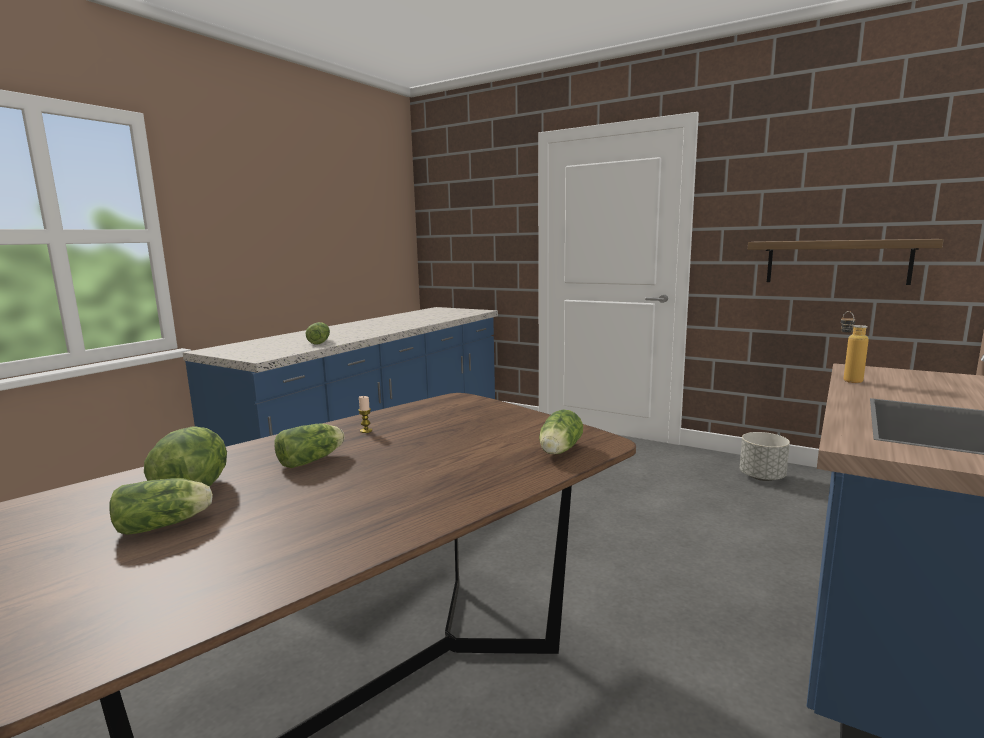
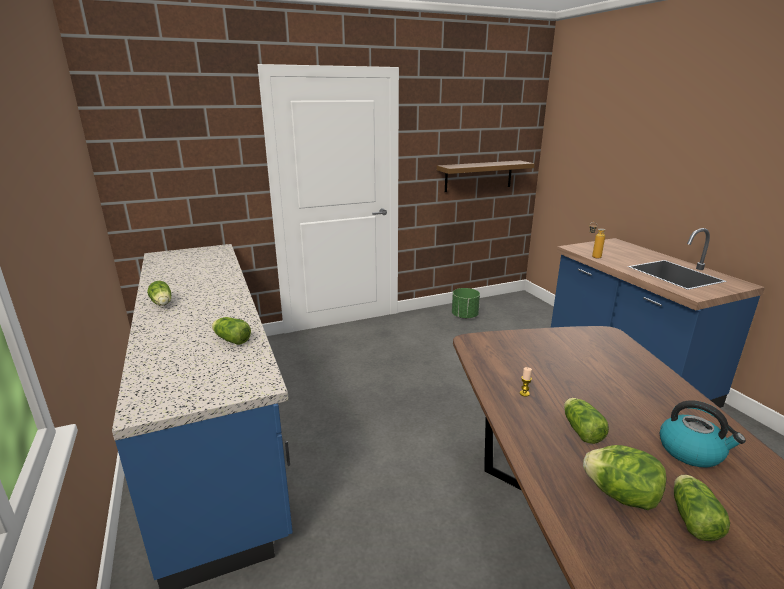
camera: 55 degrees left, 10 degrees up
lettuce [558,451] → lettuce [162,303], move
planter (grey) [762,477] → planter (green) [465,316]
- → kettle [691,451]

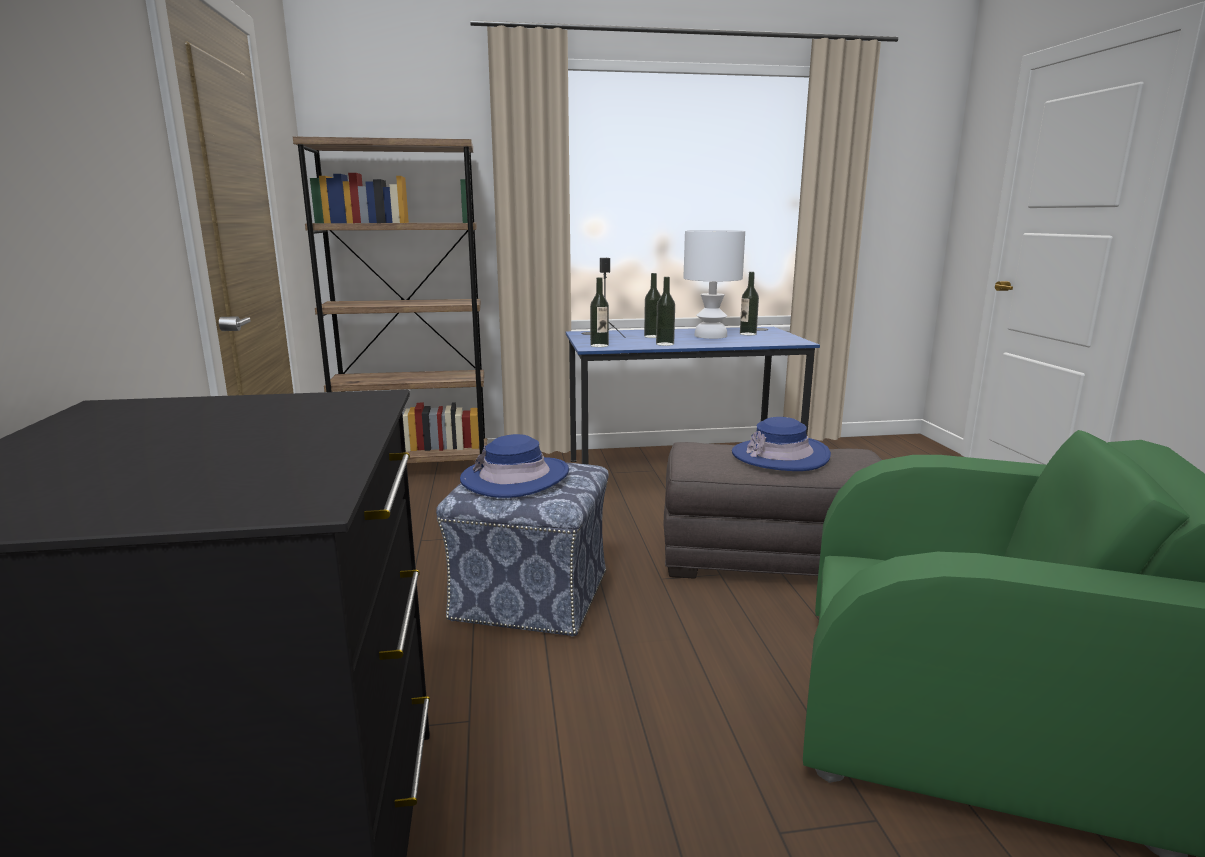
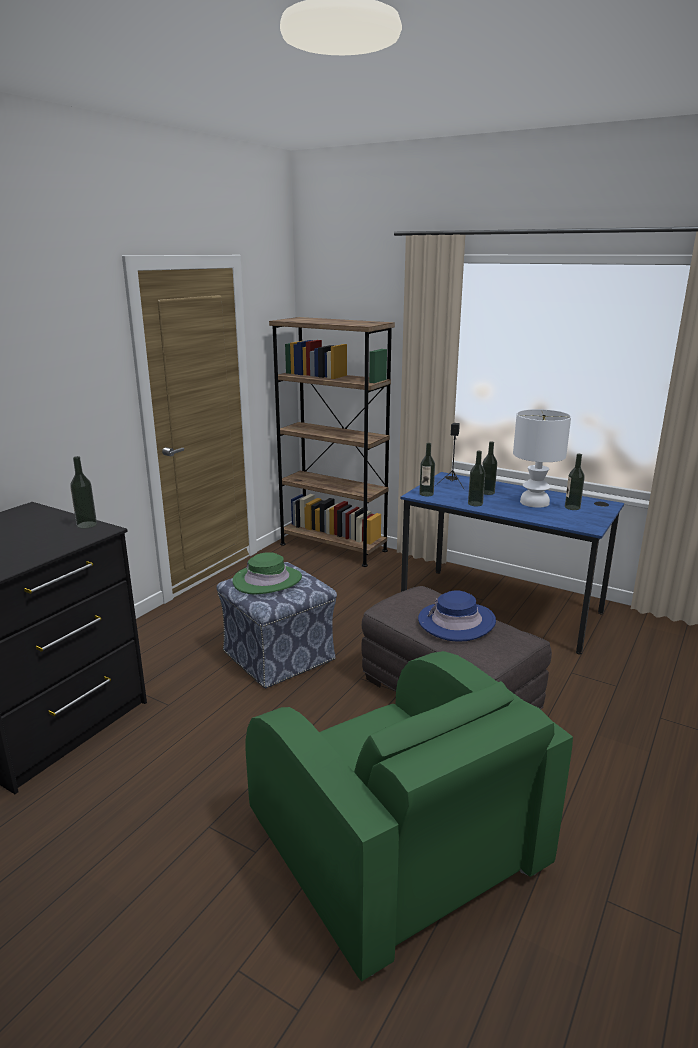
camera: 40 degrees right, 5 degrees up
- → bottle [86,525]
hat (blue) [515,478] → hat (green) [267,580]

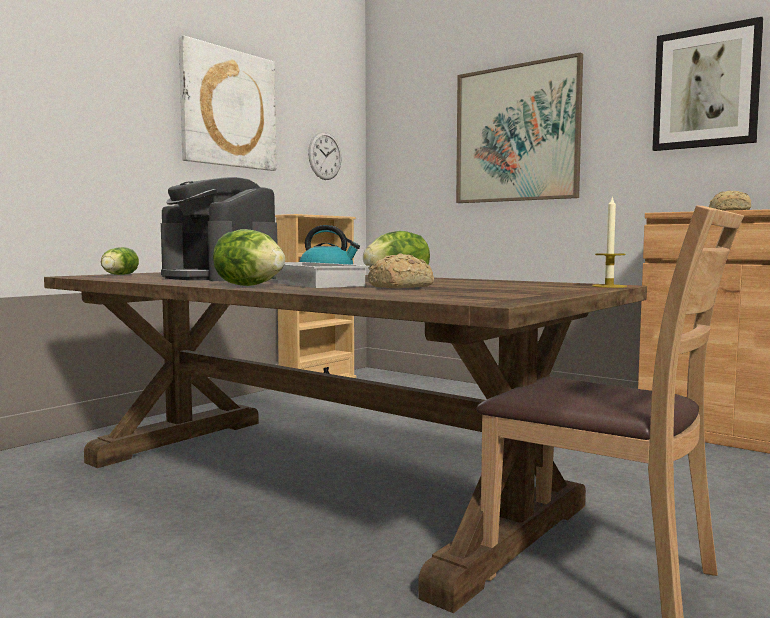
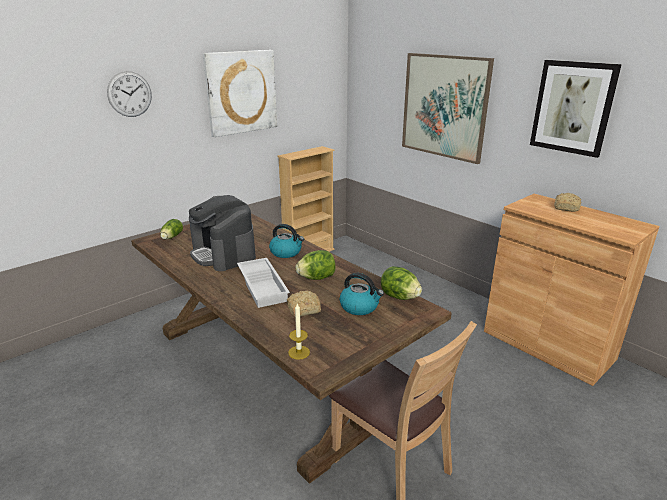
camera: 10 degrees right, 20 degrees up
wall clock [325,156] → wall clock [129,94], move
candle [609,286] → candle [299,352], move
- → kettle [360,307]
lettuce [249,286] → lettuce [399,297], move

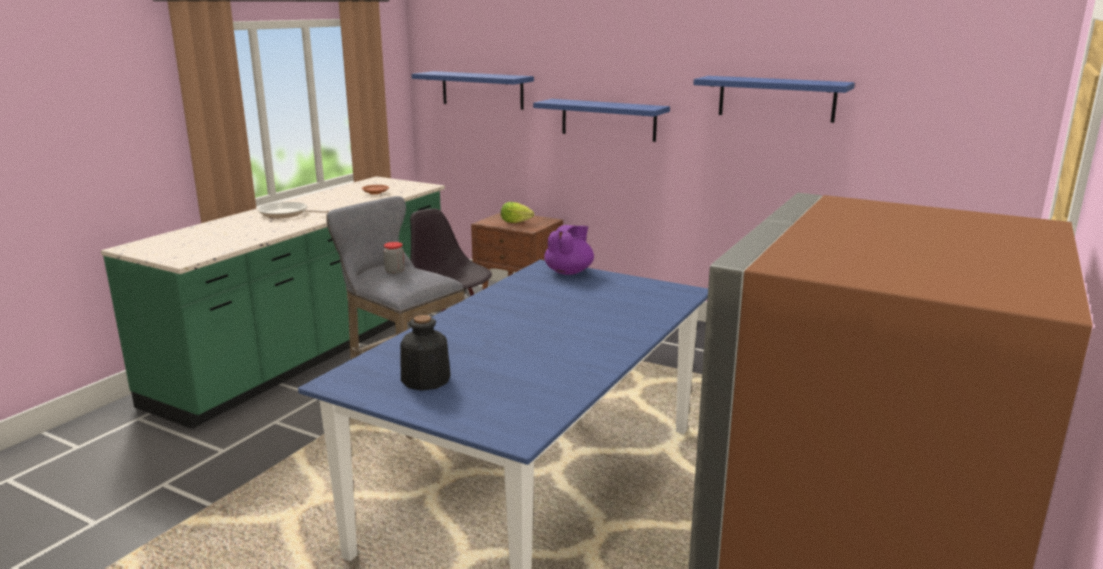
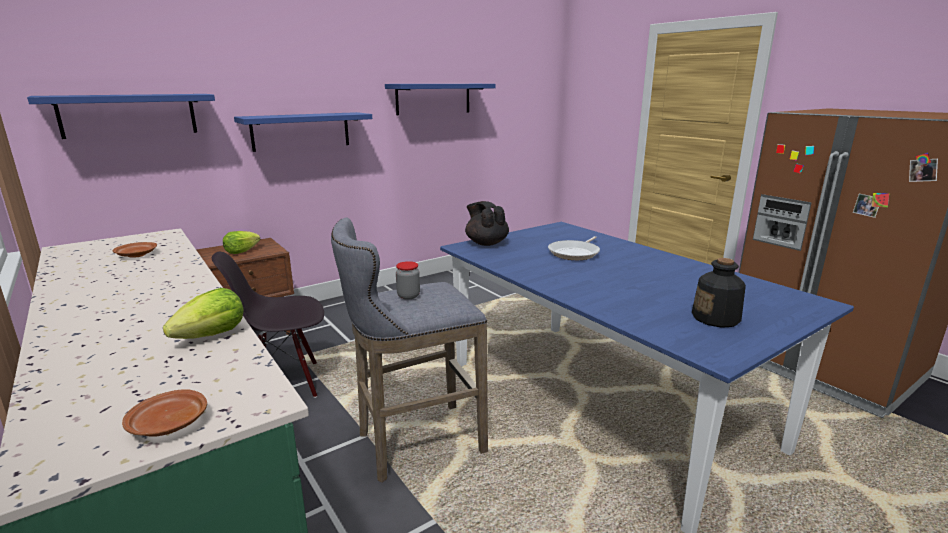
camera: 65 degrees left, 0 degrees up
- → plate (brown) [168,424]
- → lettuce [212,335]
teapot (purple) [569,272] → teapot (black) [486,243]
frying pan [286,214] → frying pan [575,253], move

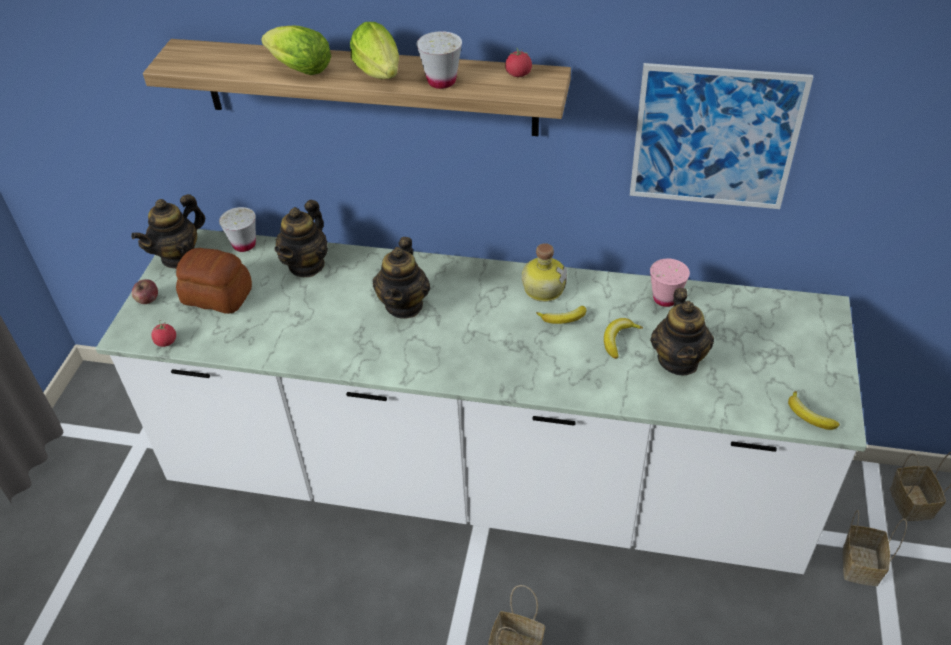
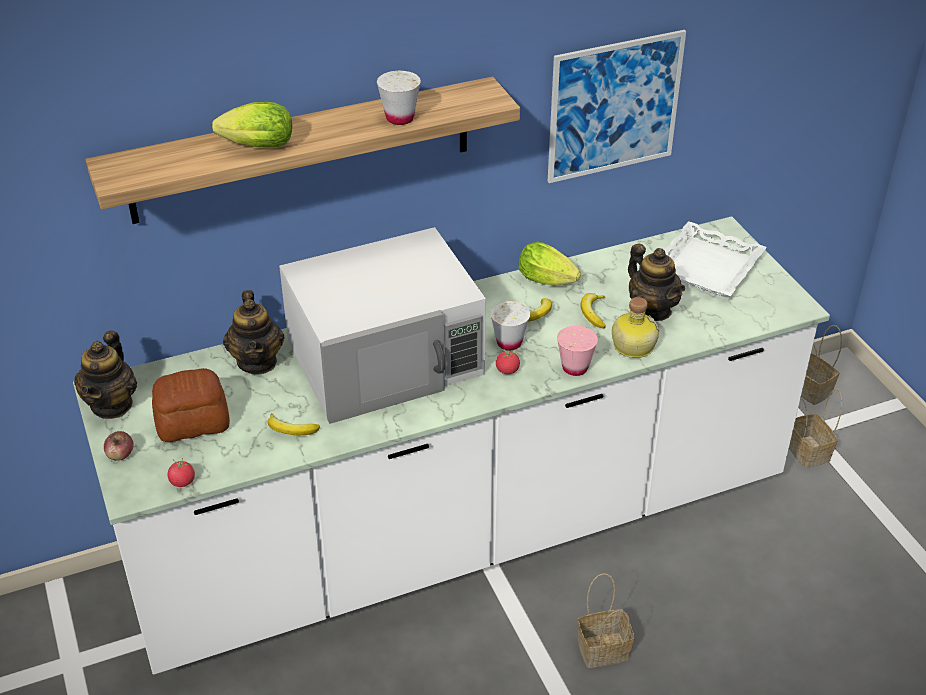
camera: 35 degrees left, 5 degrees down
banana [808,416] → banana [291,430], move
teapot [404,305] → microwave (white) [387,358]
cup (white) [244,245] → cup (white) [509,342], move
tomato [518,74] → tomato [507,370], move
lettuce [380,75] → lettuce [550,282], move
cup (pink) [665,298] → cup (pink) [575,368], move
bottle [543,288] → bottle [632,345], move
- → tray (white) [707,267]

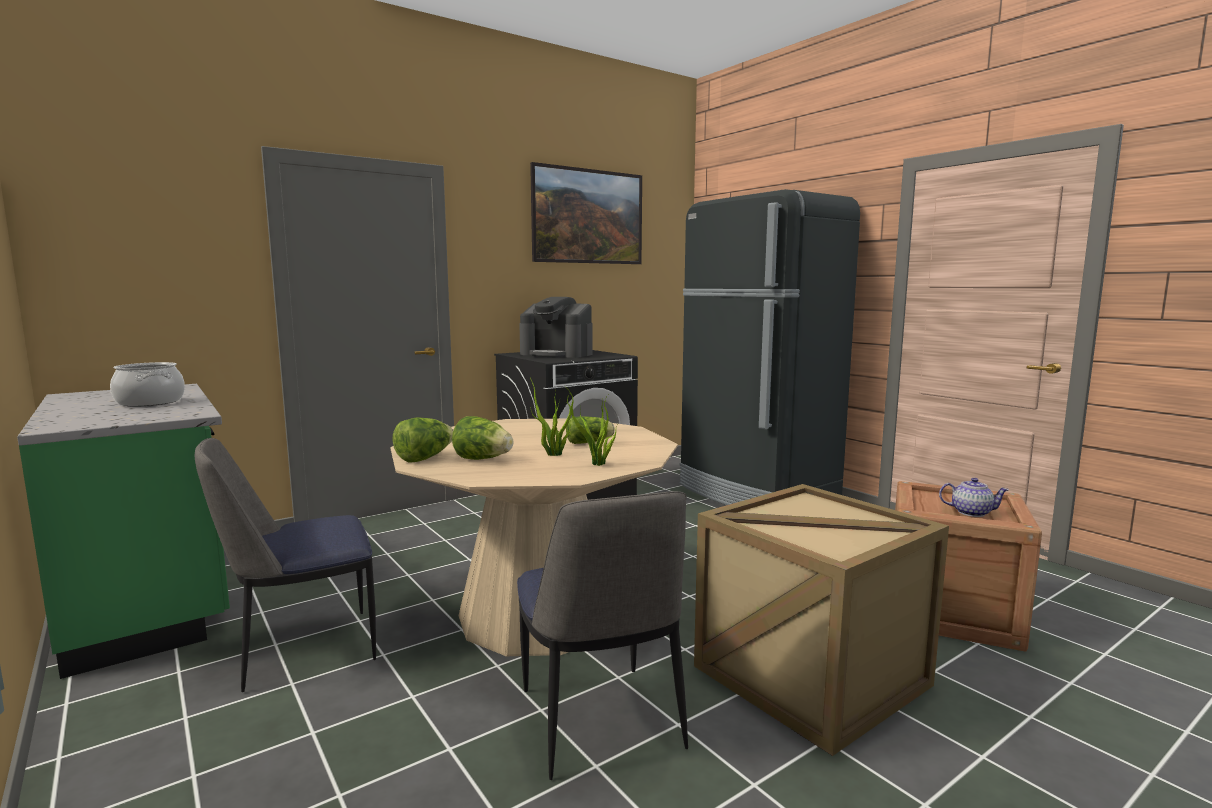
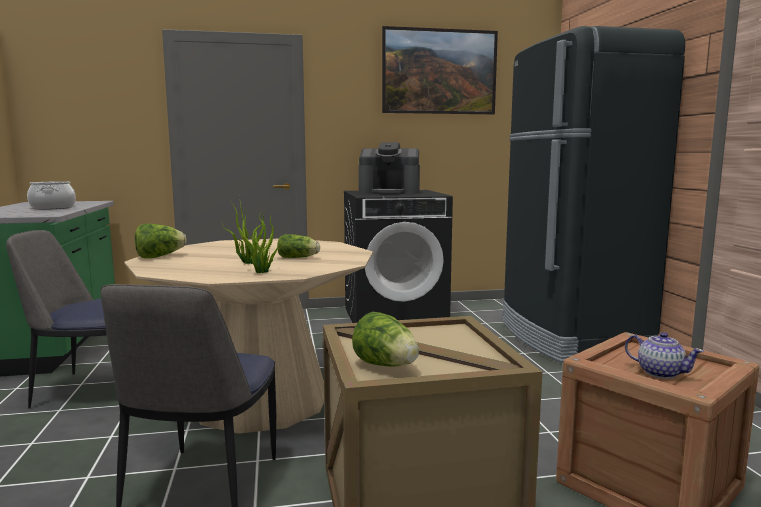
camera: 25 degrees right, 0 degrees up
lettuce [483,459] → lettuce [386,366], move
coffee machine [557,354] → coffee machine [389,192], 45 degrees counterclockwise

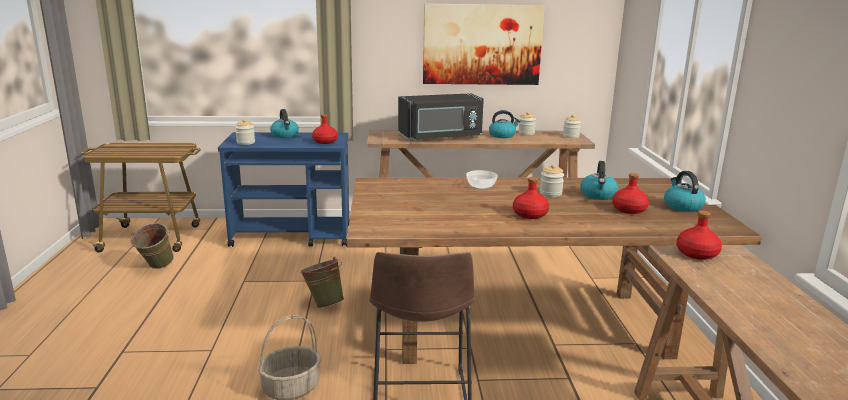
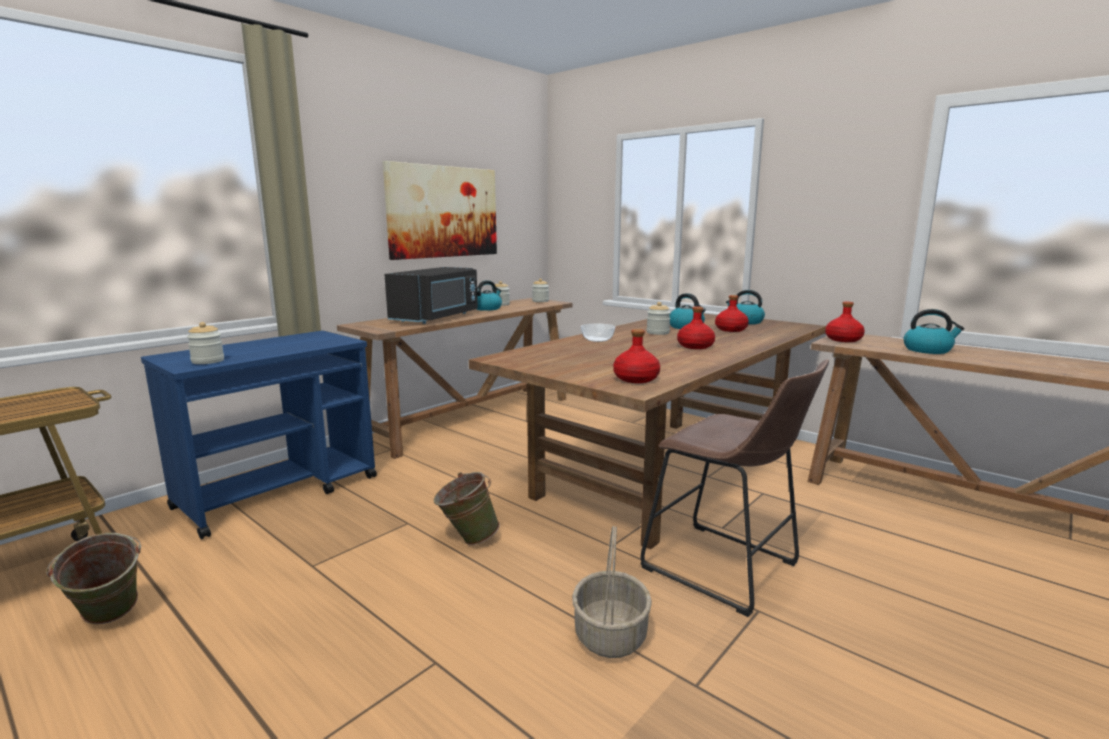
camera: 45 degrees left, 5 degrees down
bottle (red) [325,141] → bottle (red) [635,379], move
kettle [285,135] → kettle [928,350], move

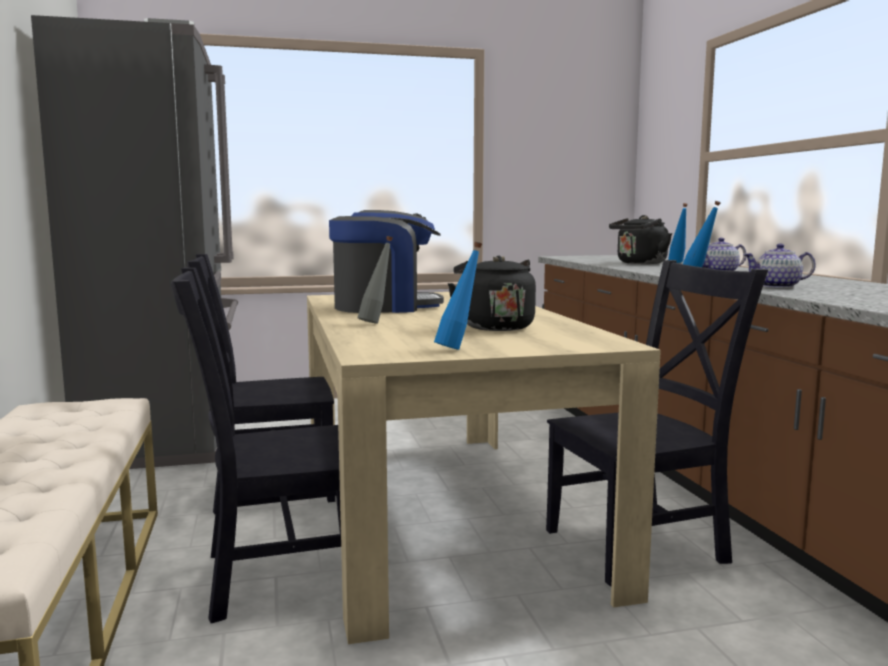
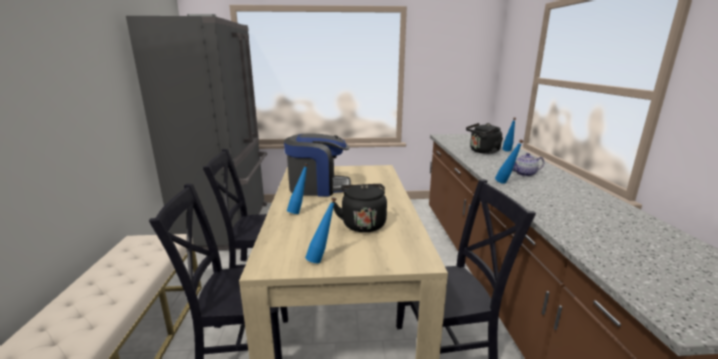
camera: 10 degrees right, 10 degrees up
bottle (grey) [377,323] → bottle (blue) [299,212]
teapot [778,286] → -

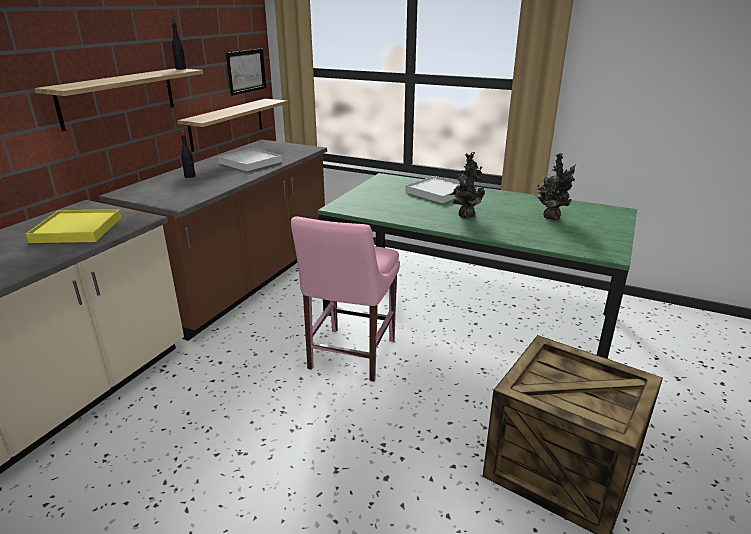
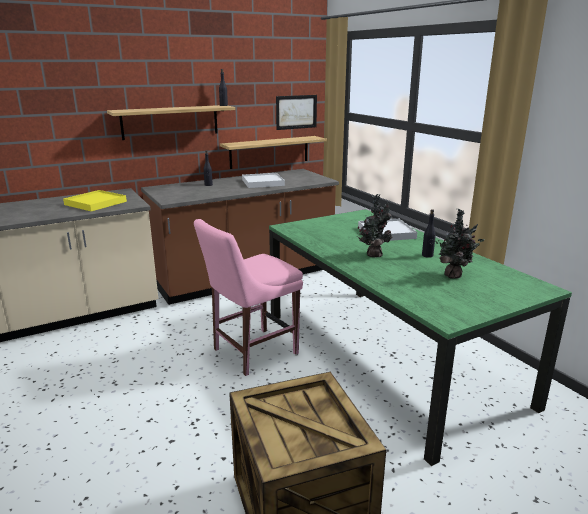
camera: 35 degrees right, 5 degrees down
- → bottle (black) [427,255]

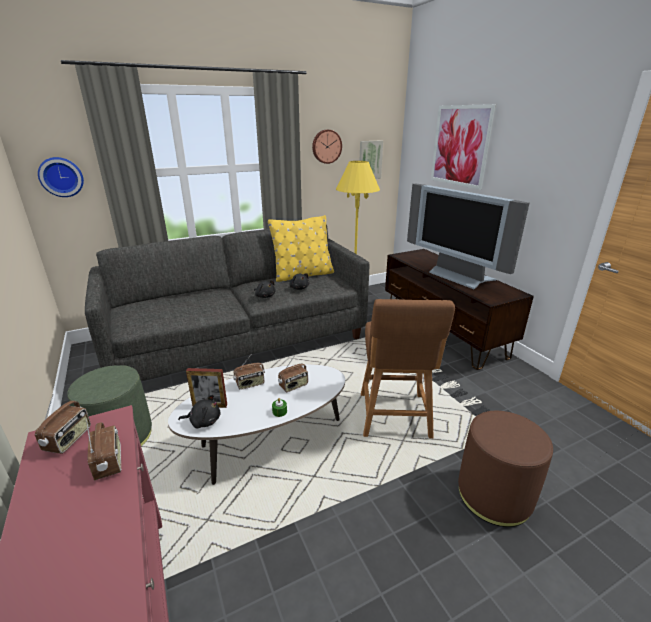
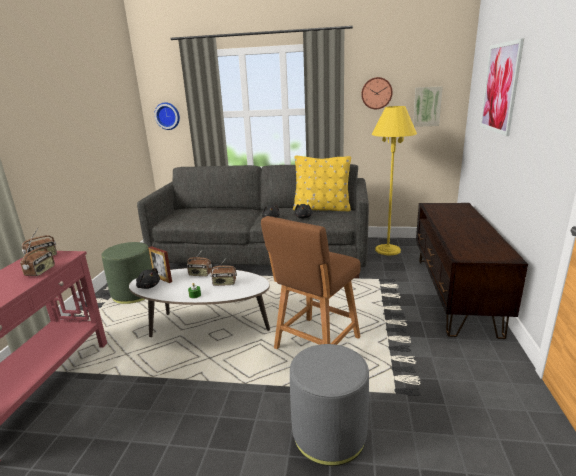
camera: 35 degrees right, 5 degrees down
ottoman (brown) [494,495] → ottoman (grey) [329,434]
television [459,277] → -

